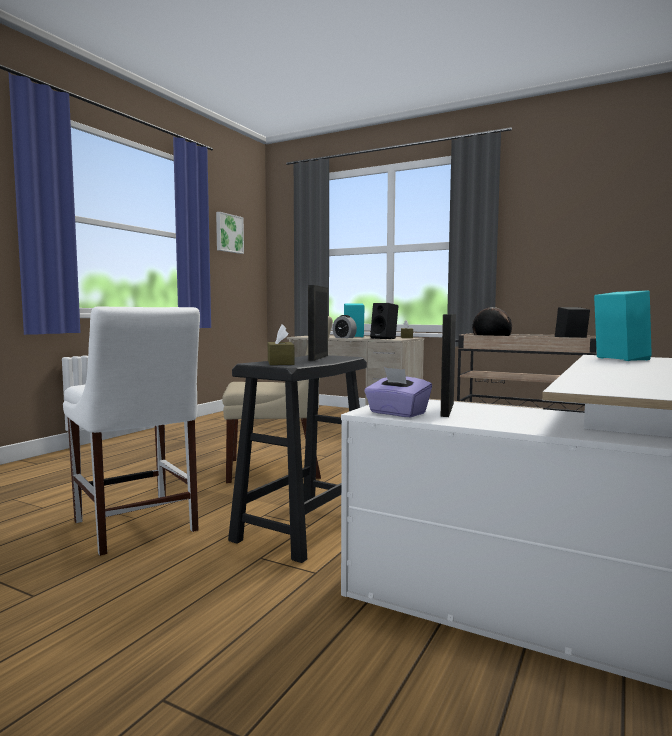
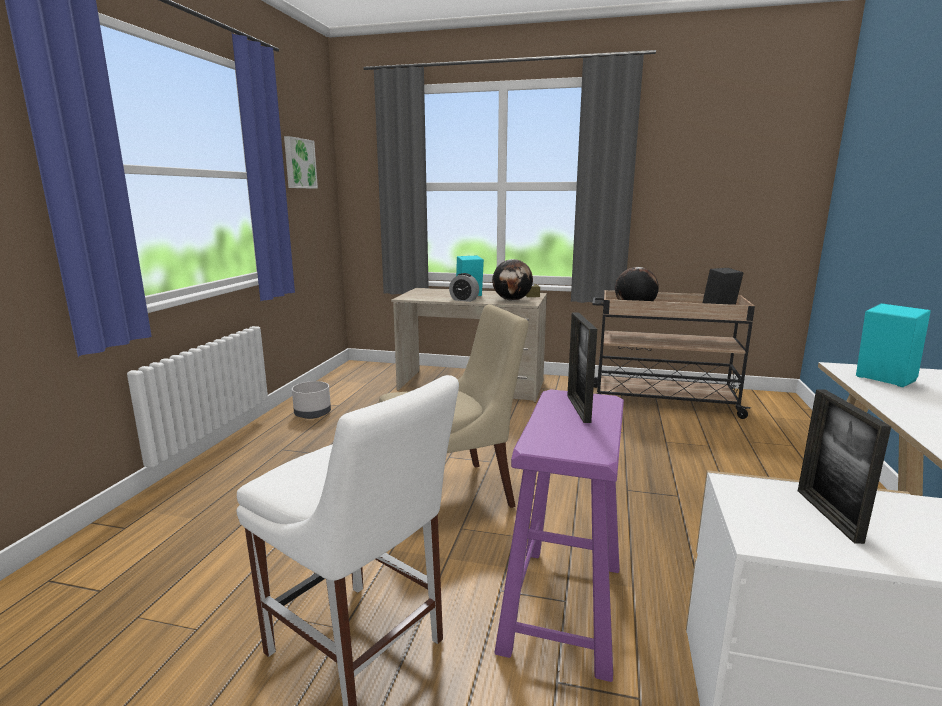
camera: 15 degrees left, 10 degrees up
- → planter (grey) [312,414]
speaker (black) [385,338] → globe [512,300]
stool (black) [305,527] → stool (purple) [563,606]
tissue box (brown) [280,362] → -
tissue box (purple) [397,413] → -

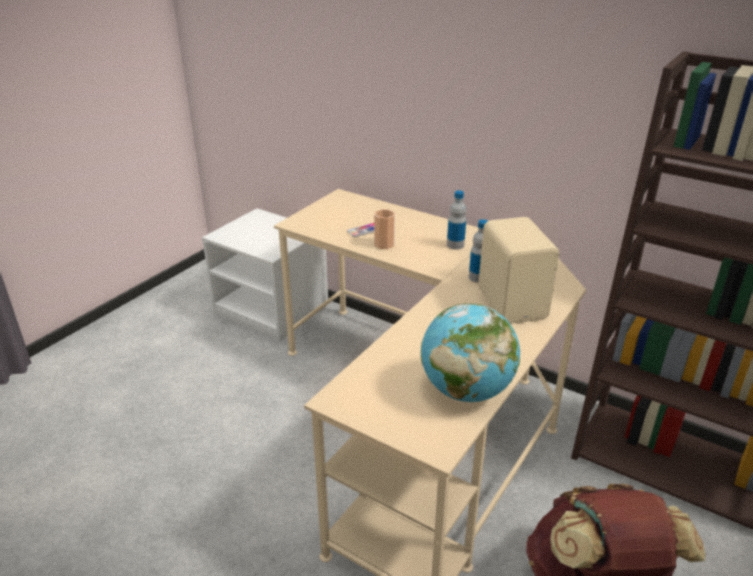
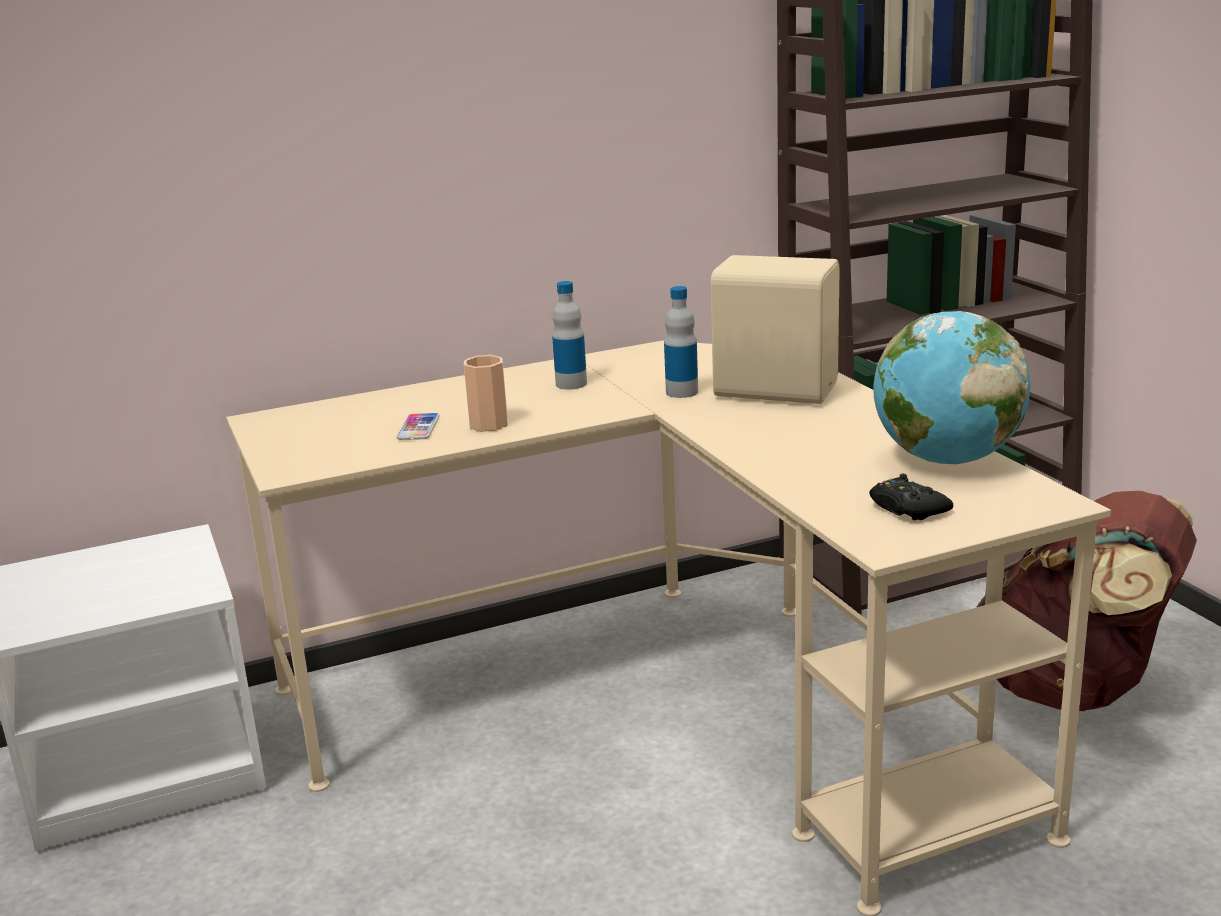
camera: 55 degrees left, 10 degrees down
- → game controller (black) [907,508]

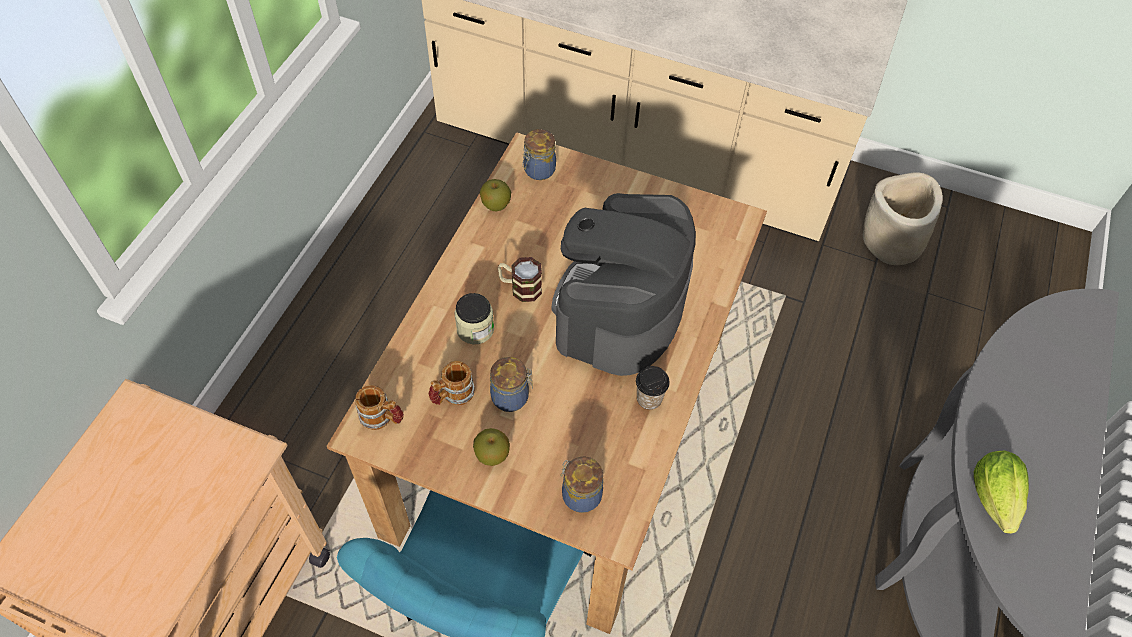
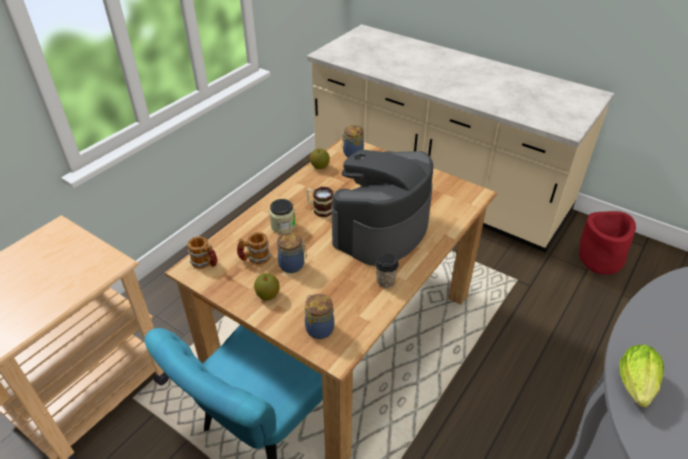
camera: 15 degrees right, 15 degrees down
planter (beige) [891,241] → planter (red) [599,260]

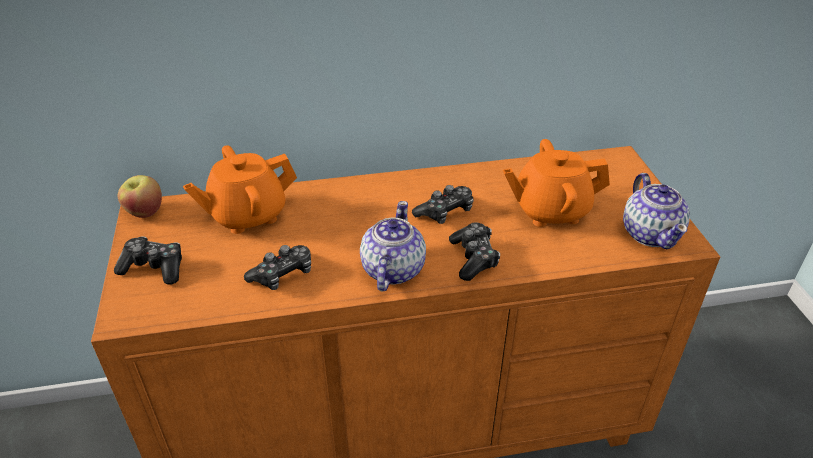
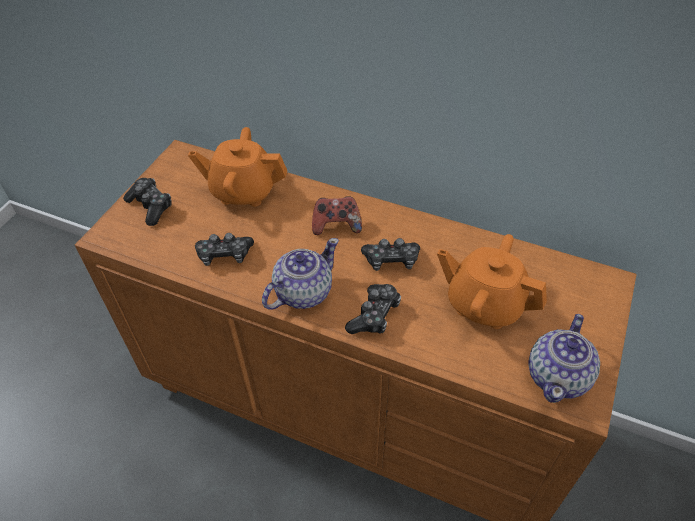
camera: 35 degrees right, 10 degrees up
- → game controller [336,225]
apple [144,211] → -

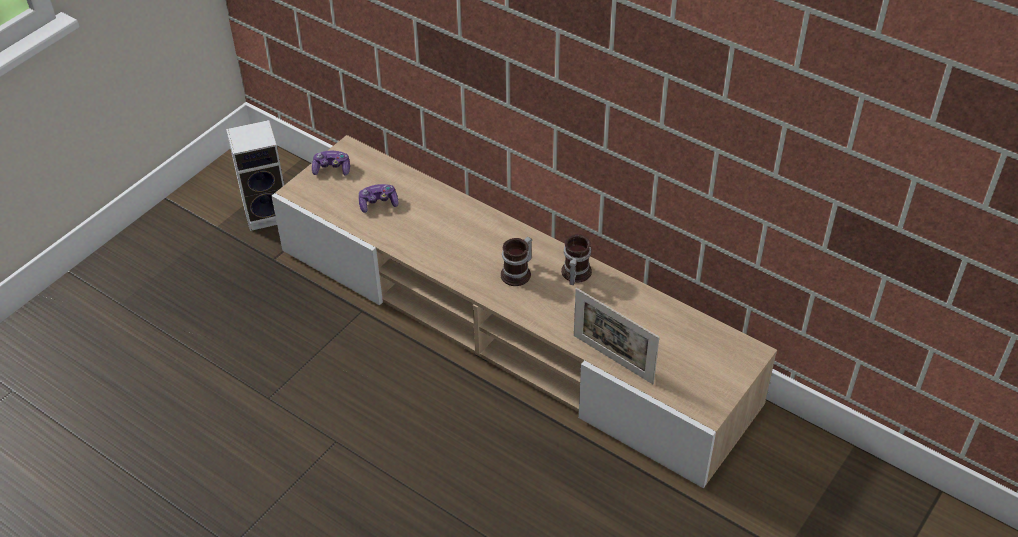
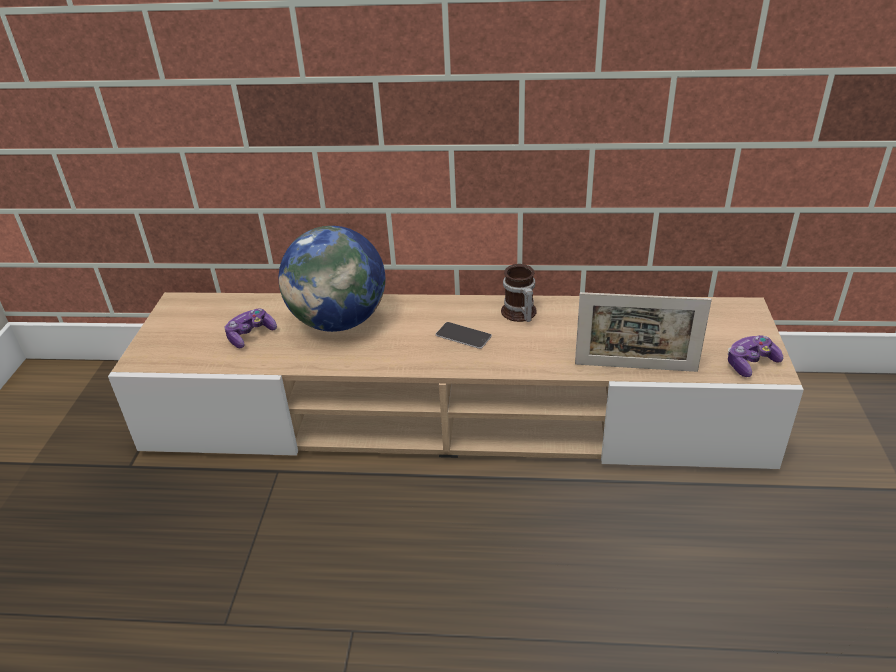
camera: 30 degrees left, 10 degrees down
- → globe [339,321]
mug [518,273] → phone [463,335]
game controller [332,169] → game controller [750,363], move
speaker [269,212] → -

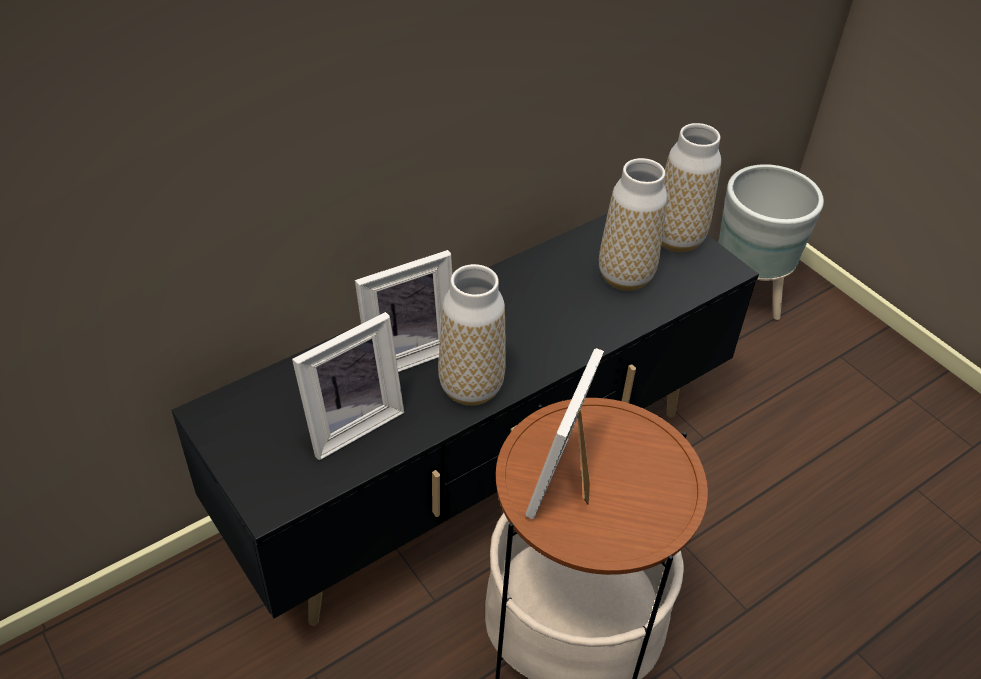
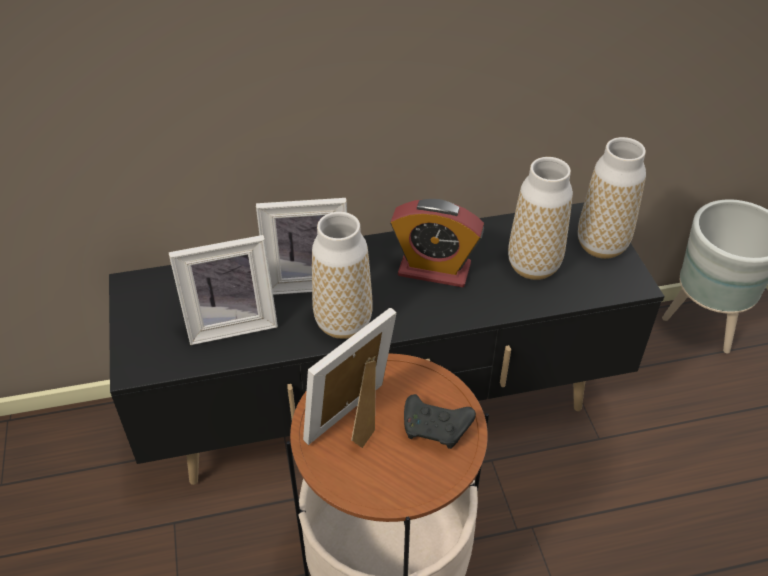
camera: 25 degrees right, 0 degrees up
- → alarm clock [434,270]
- → game controller (black) [436,428]

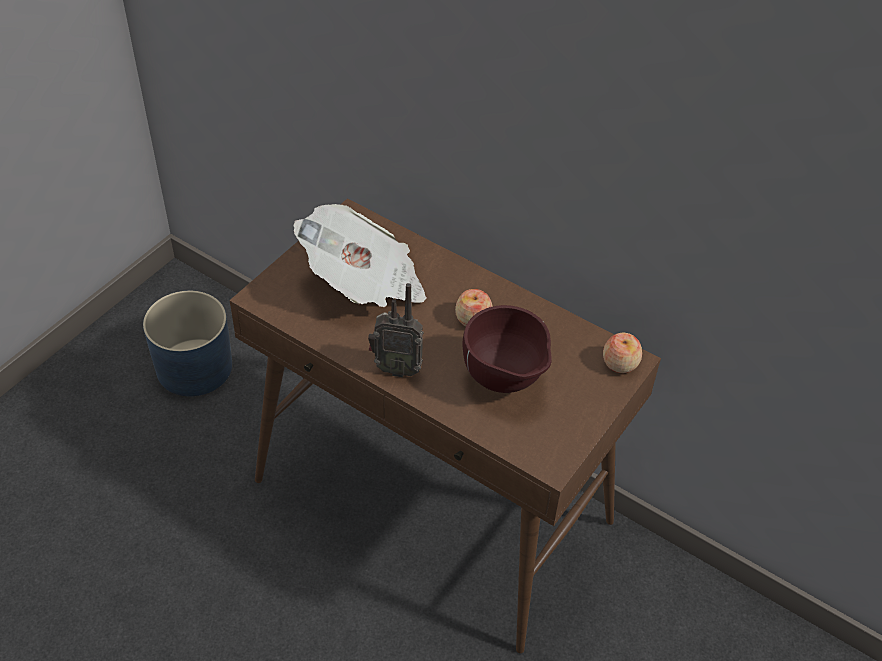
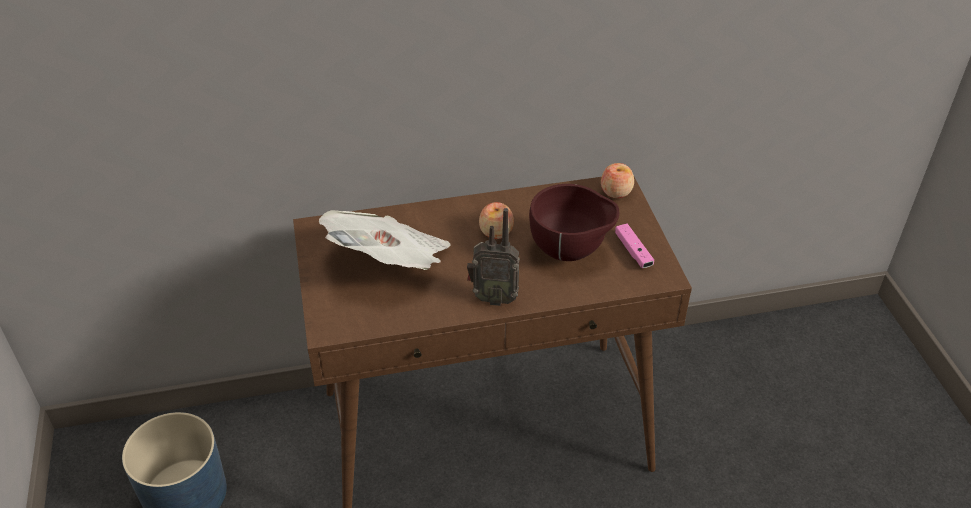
camera: 45 degrees left, 5 degrees down
radio [396,368] → radio [493,297], 45 degrees clockwise
- → game controller (pink) [633,251]

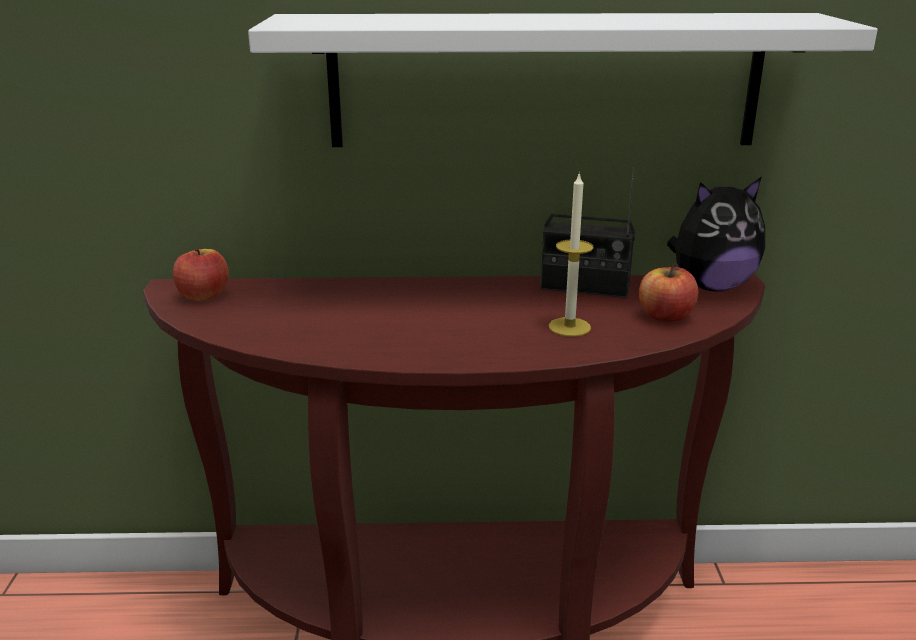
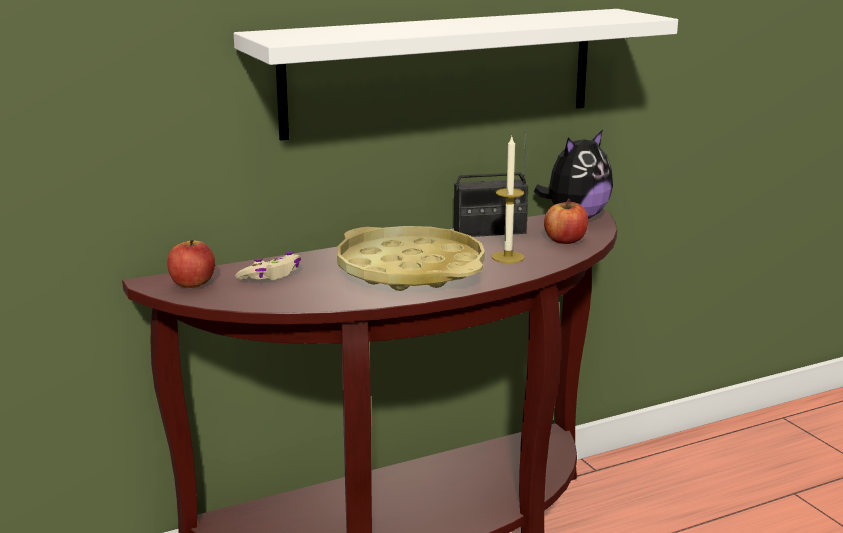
camera: 25 degrees left, 5 degrees down
- → game controller (beige) [271,276]
- → tray (yellow) [410,270]

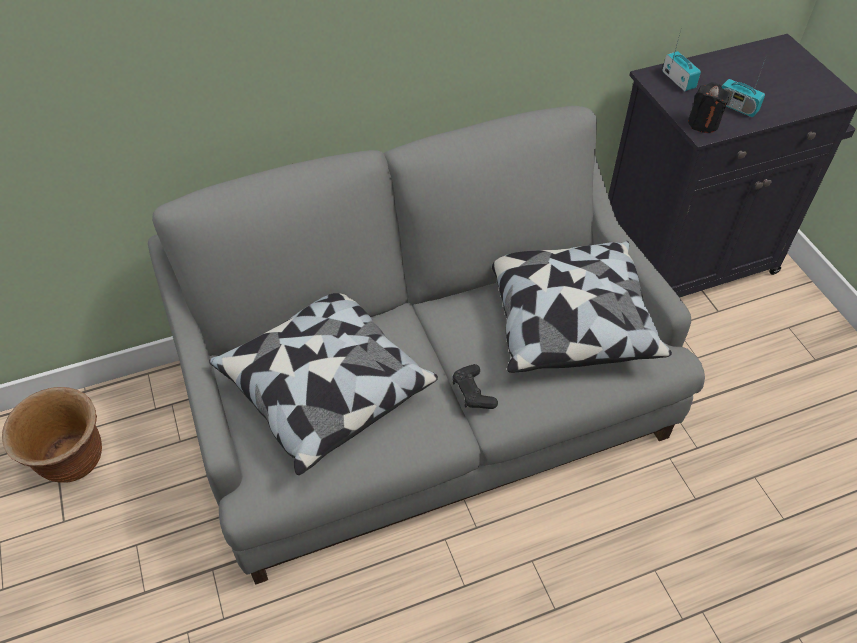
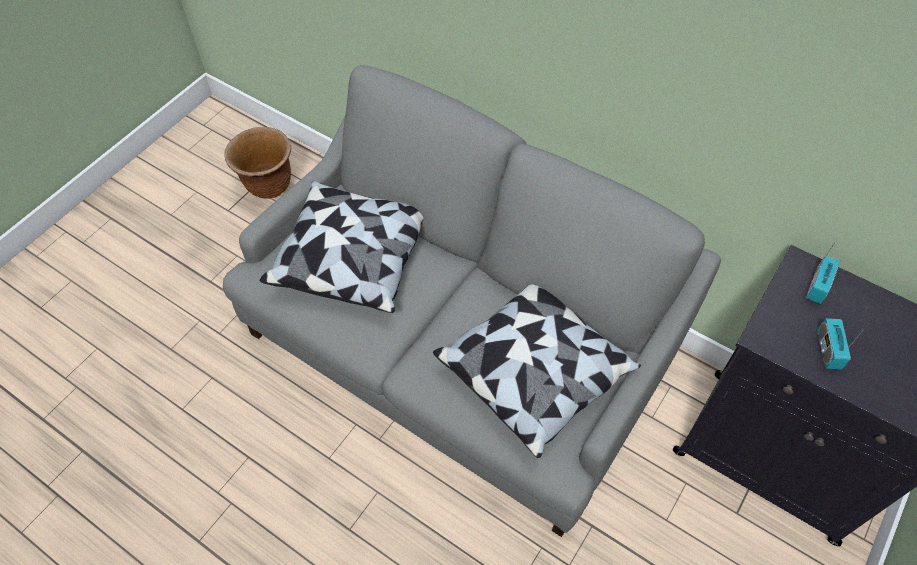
camera: 55 degrees right, 5 degrees up
game controller (black) [473,392] → -
candle (black) [703,123] → -

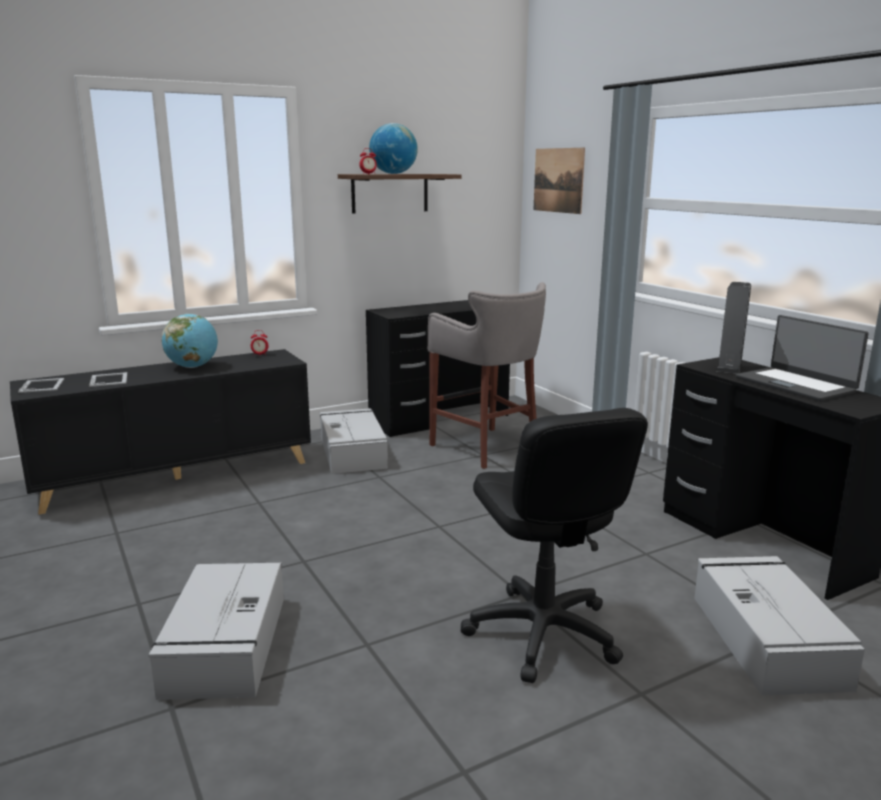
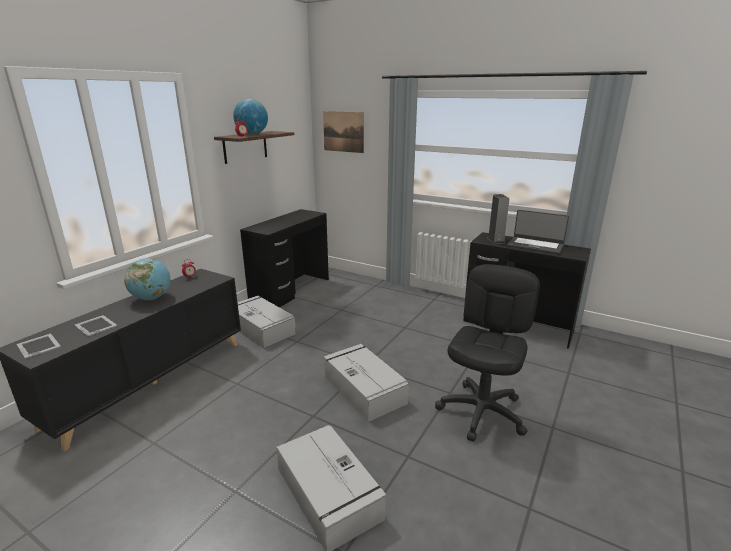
camera: 30 degrees left, 5 degrees up
storage box (grey) [765,638] → storage box (grey) [363,389], move
office chair (black) [542,633] → office chair (black) [482,412], 105 degrees counterclockwise
stool (grey) [487,448] → -

